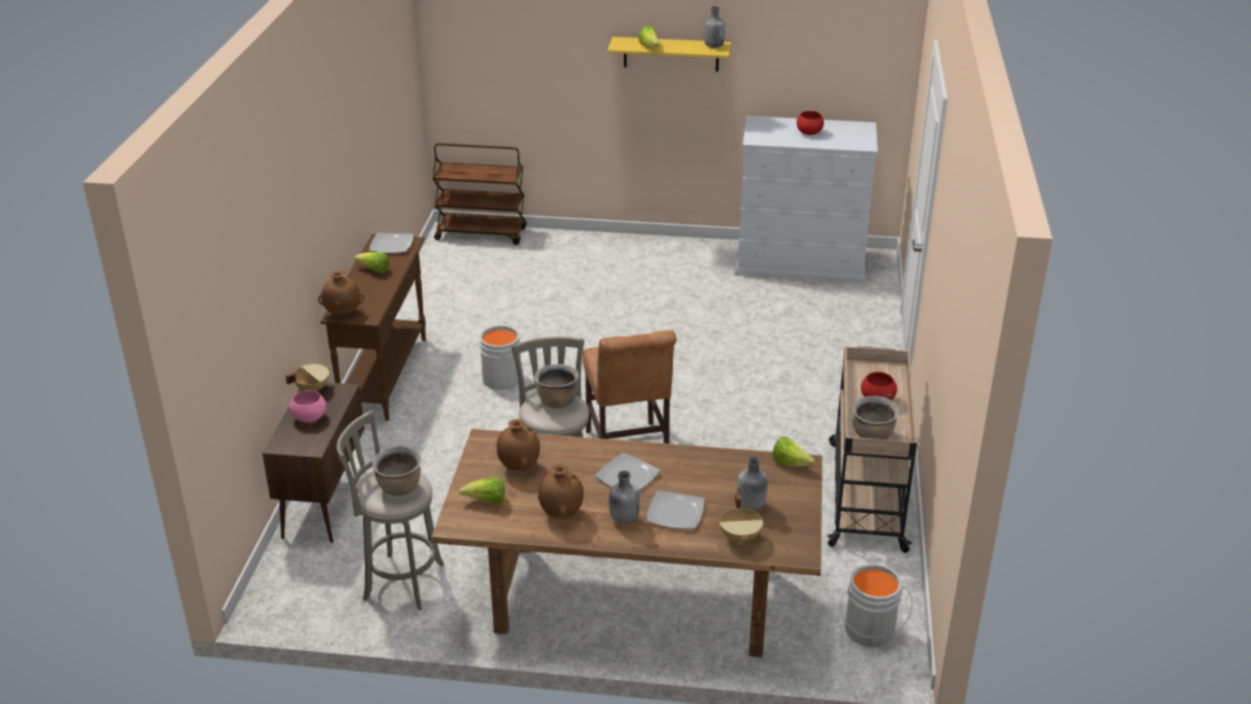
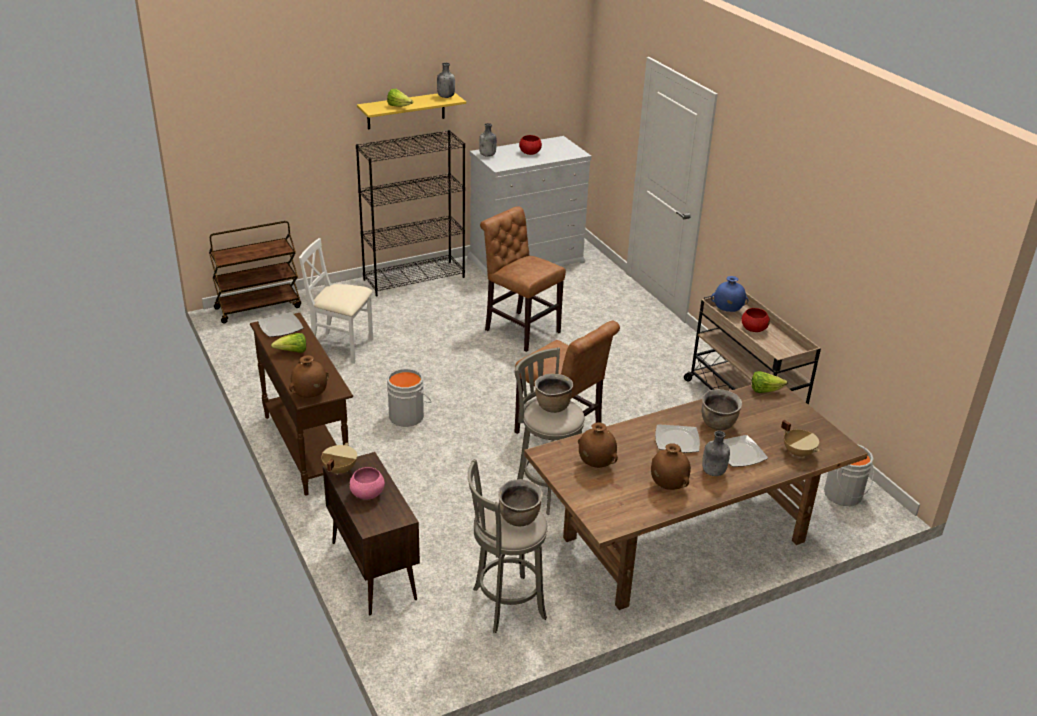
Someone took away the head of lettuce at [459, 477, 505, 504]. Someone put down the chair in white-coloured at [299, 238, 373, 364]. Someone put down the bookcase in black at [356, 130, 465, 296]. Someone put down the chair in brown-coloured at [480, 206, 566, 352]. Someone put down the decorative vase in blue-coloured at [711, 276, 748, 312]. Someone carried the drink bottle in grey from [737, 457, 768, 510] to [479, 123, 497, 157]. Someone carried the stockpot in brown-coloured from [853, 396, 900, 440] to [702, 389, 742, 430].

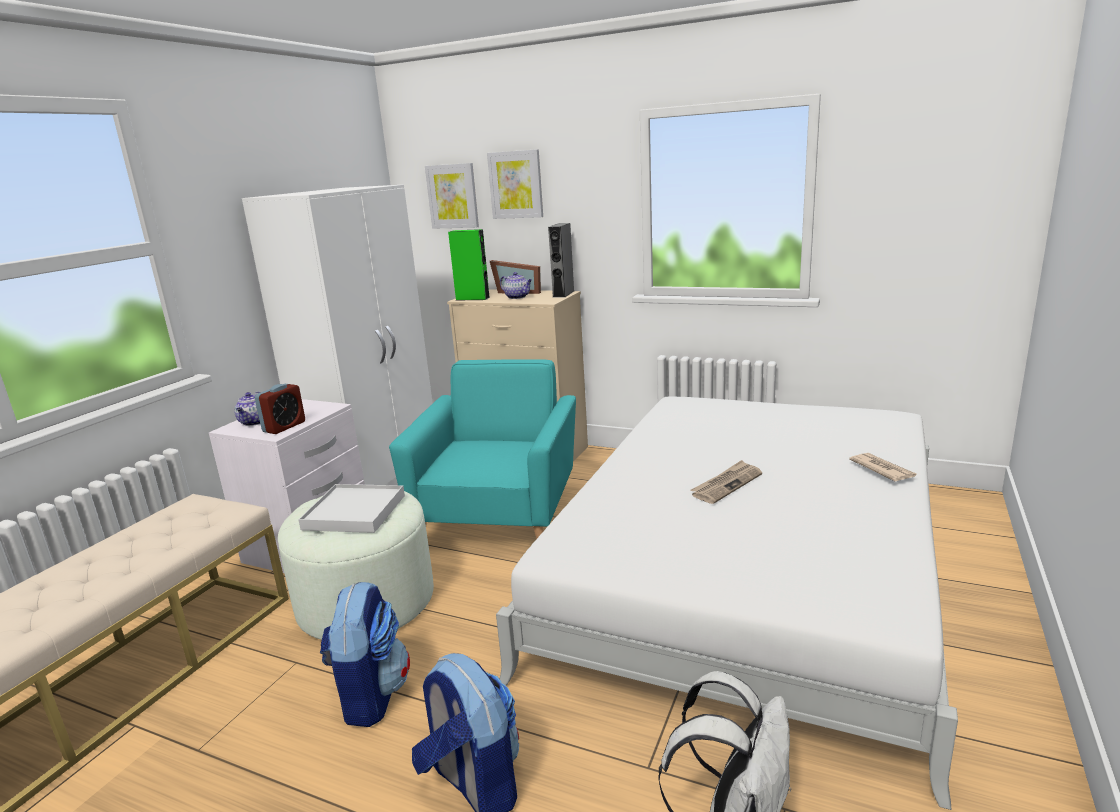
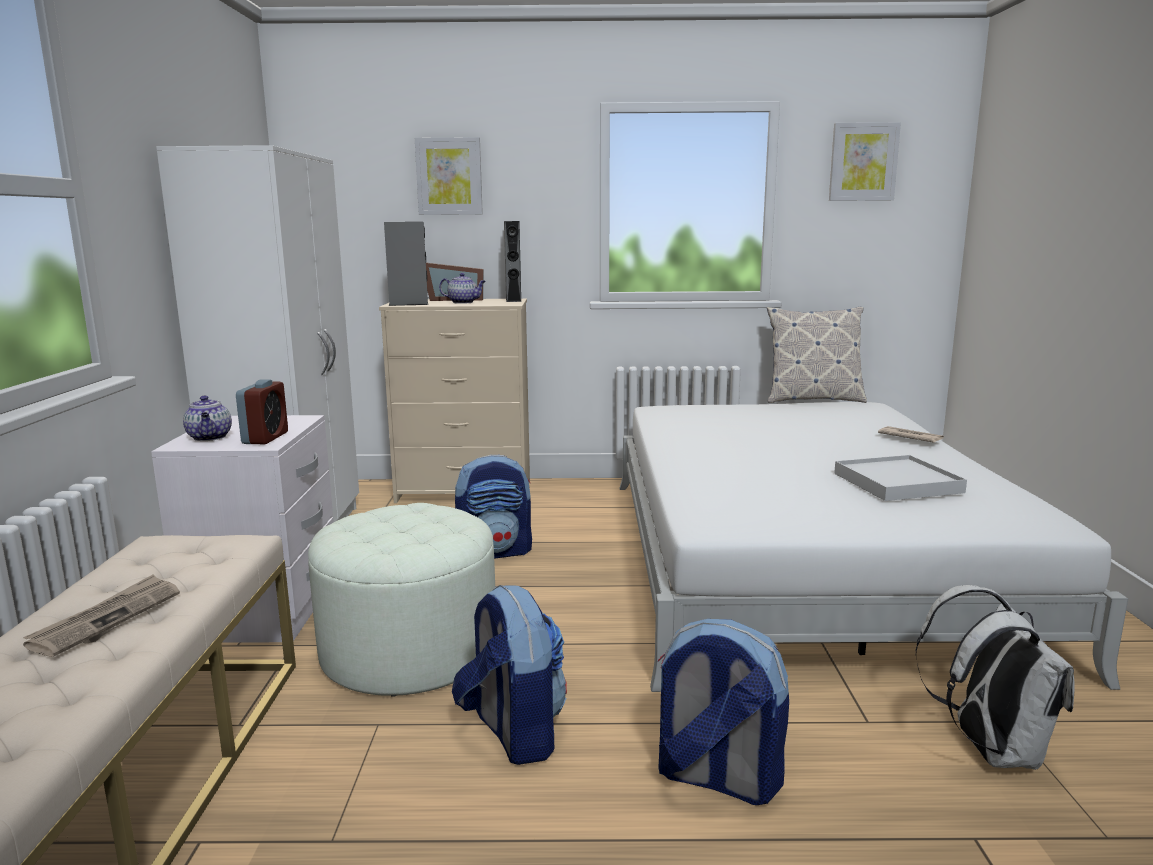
Someone put down the throw pillow at [767, 307, 867, 403]. Someone carried the carrying tray in white-coloured from [298, 484, 405, 533] to [834, 455, 967, 501]. Someone carried the wall art from [425, 163, 479, 229] to [829, 122, 901, 201]. Someone carried the daily paper from [690, 460, 762, 504] to [23, 575, 180, 657]. Someone swapped the lounge chair in turquoise at [389, 359, 576, 539] for the rucksack at [455, 455, 532, 559]. Someone repainted the loudspeaker in greenish at [448, 229, 490, 301], which became the loudspeaker in grey at [384, 222, 428, 306].

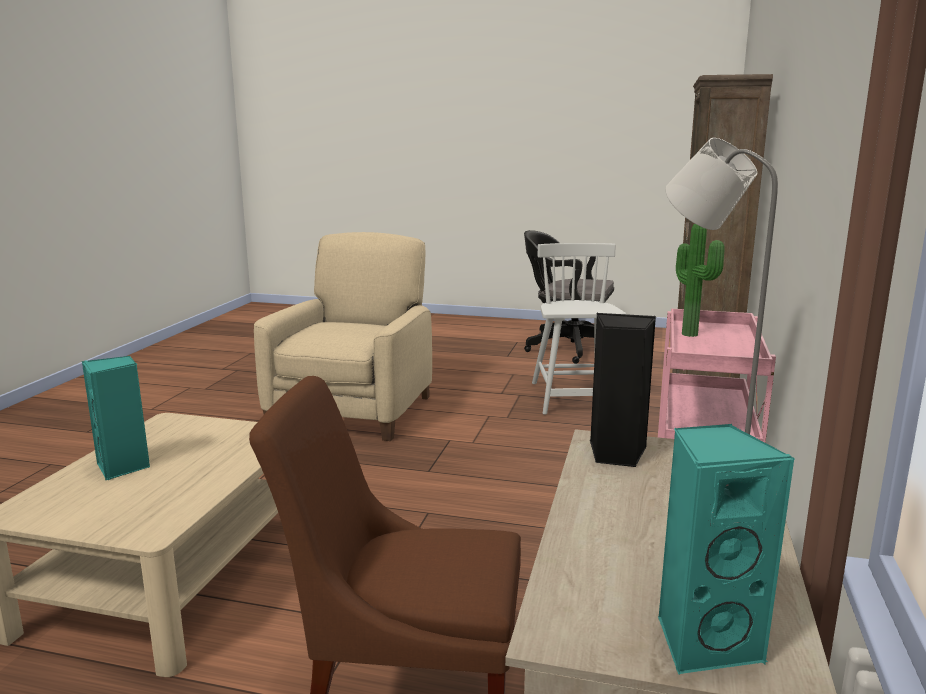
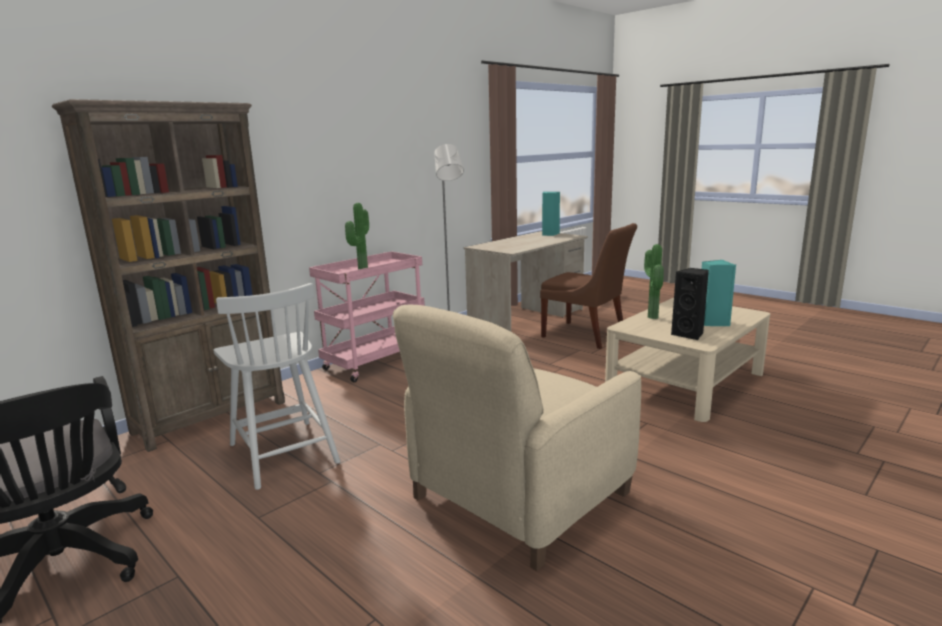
Someone put down the plant in a pot at [644, 244, 664, 319]. Someone carried the loudspeaker in black from [590, 313, 656, 467] to [671, 268, 709, 340]. Someone rotated the chair in white-coloured at [532, 243, 626, 415] by 60 degrees counterclockwise.

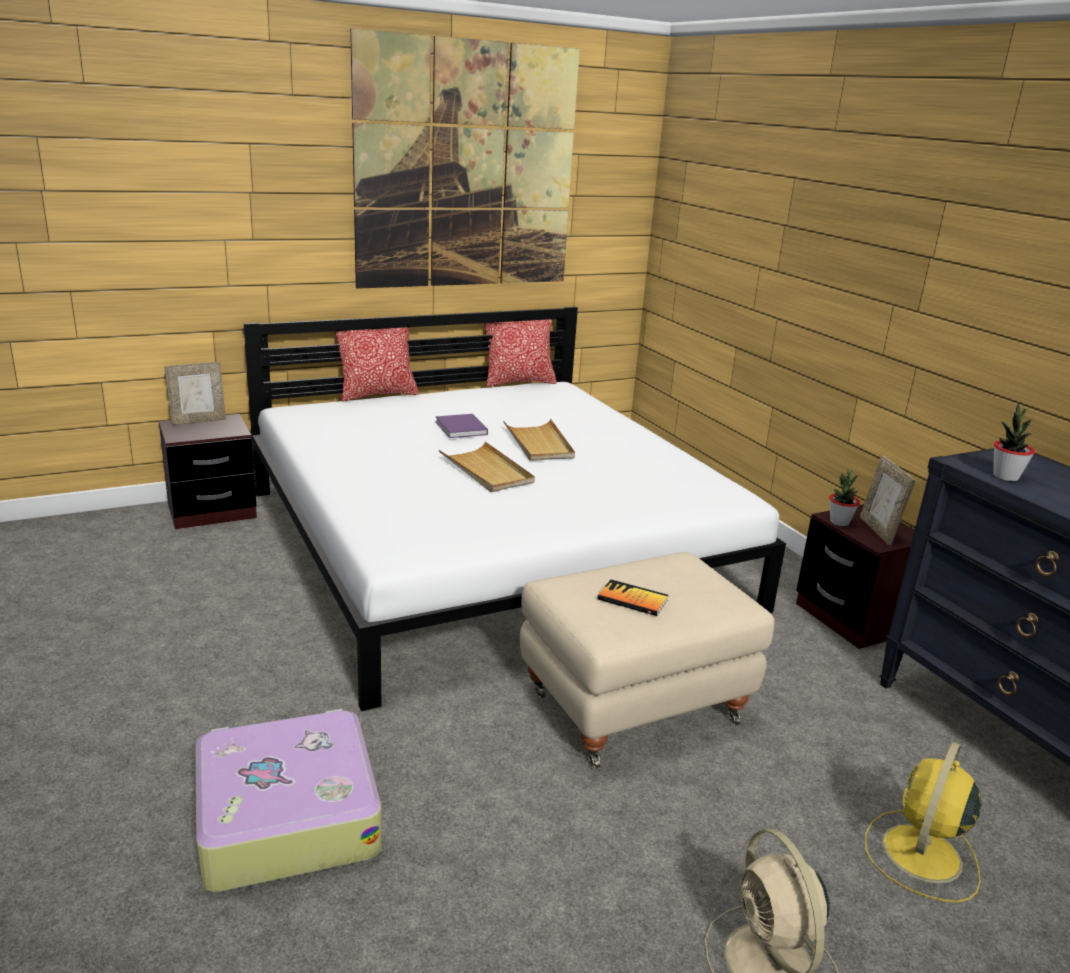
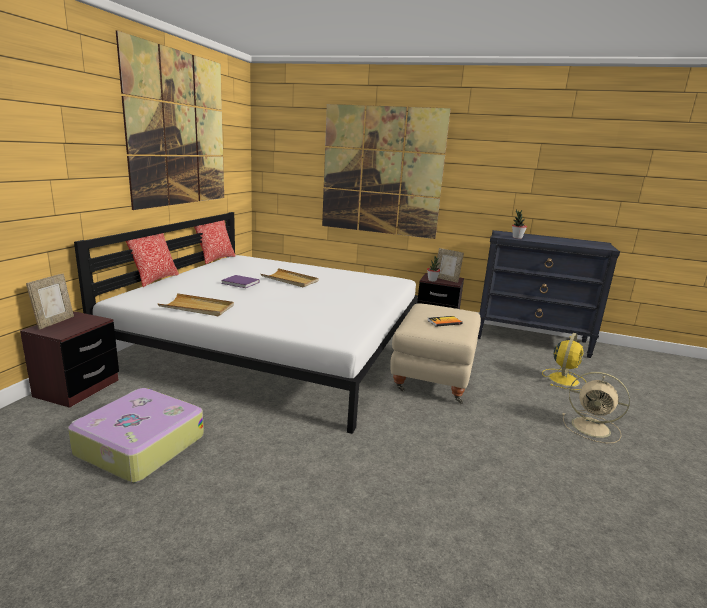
Someone put up the wall art at [322, 104, 451, 239]. Someone carried the suitcase from [195, 709, 382, 892] to [68, 388, 204, 483]. Someone carried the carrying tray in beige from [439, 441, 535, 492] to [158, 293, 234, 316]. Someone rotated the electric fan in yellow at [865, 742, 981, 902] by 135 degrees counterclockwise.

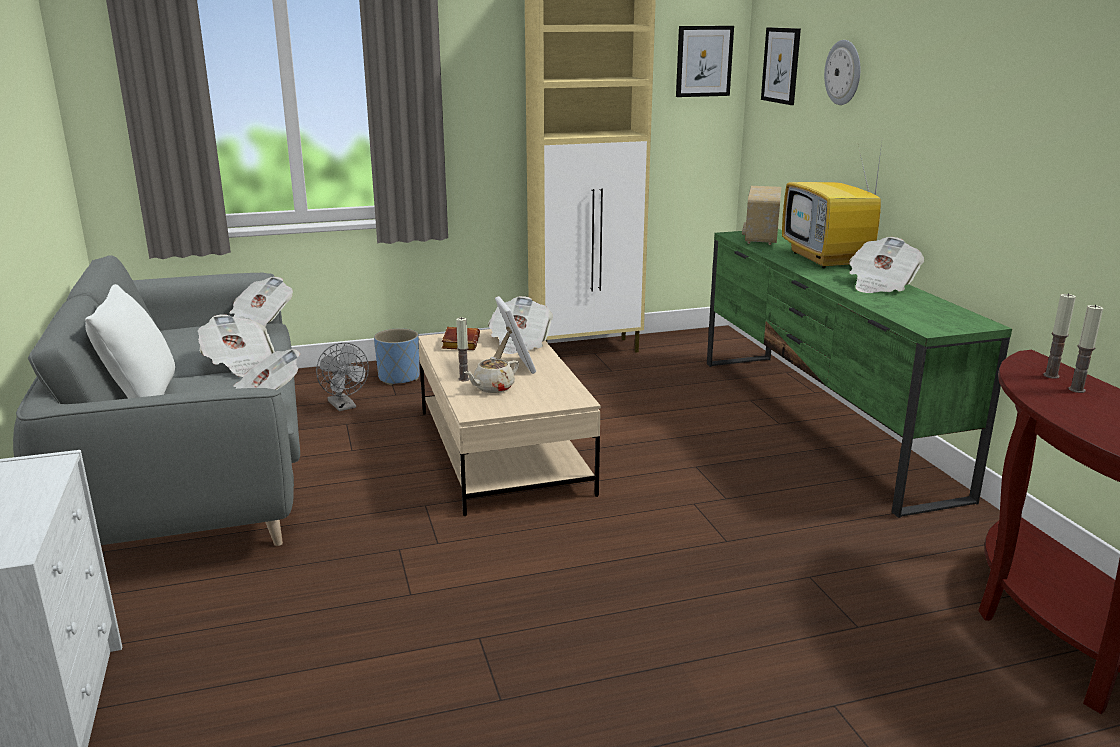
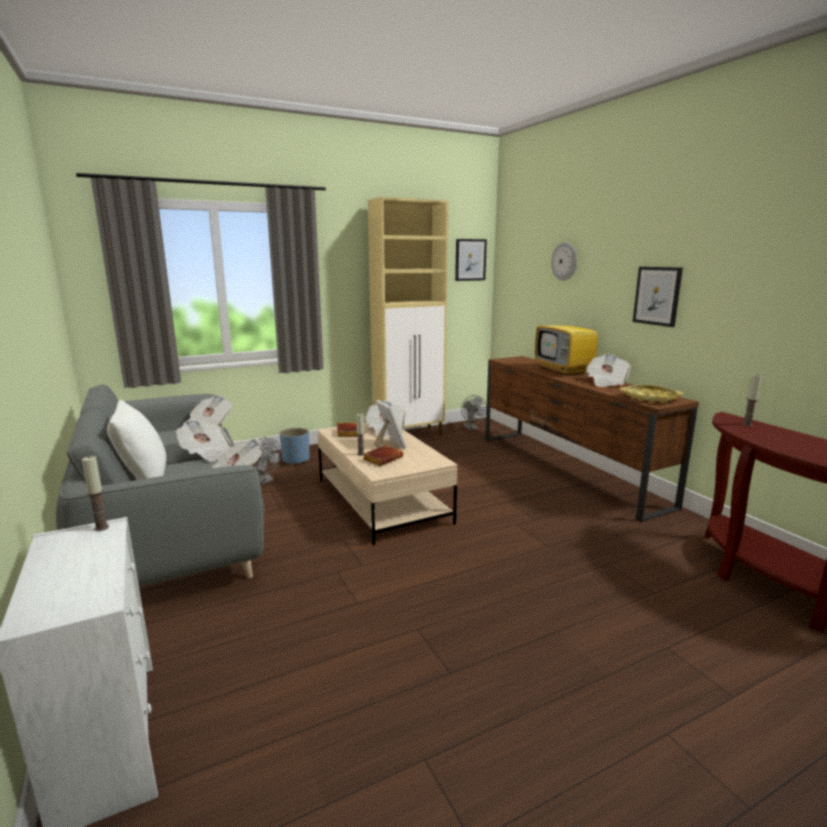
Someone took away the radio at [742, 186, 781, 245]. Someone put down the electric fan in grey at [461, 395, 487, 430]. Someone put down the carrying tray in yellow at [620, 385, 684, 403]. Someone carried the wall art from [761, 27, 801, 105] to [633, 267, 683, 327]. Someone carried the wax candle from [1068, 304, 1103, 393] to [82, 456, 109, 531]. Someone swapped the tea pot in beige at [464, 357, 519, 393] for the volume in brown-coloured at [363, 445, 403, 466]. Someone repainted the tv stand in greenish at [707, 229, 1012, 518], which became the tv stand in brown-coloured at [485, 356, 699, 522].

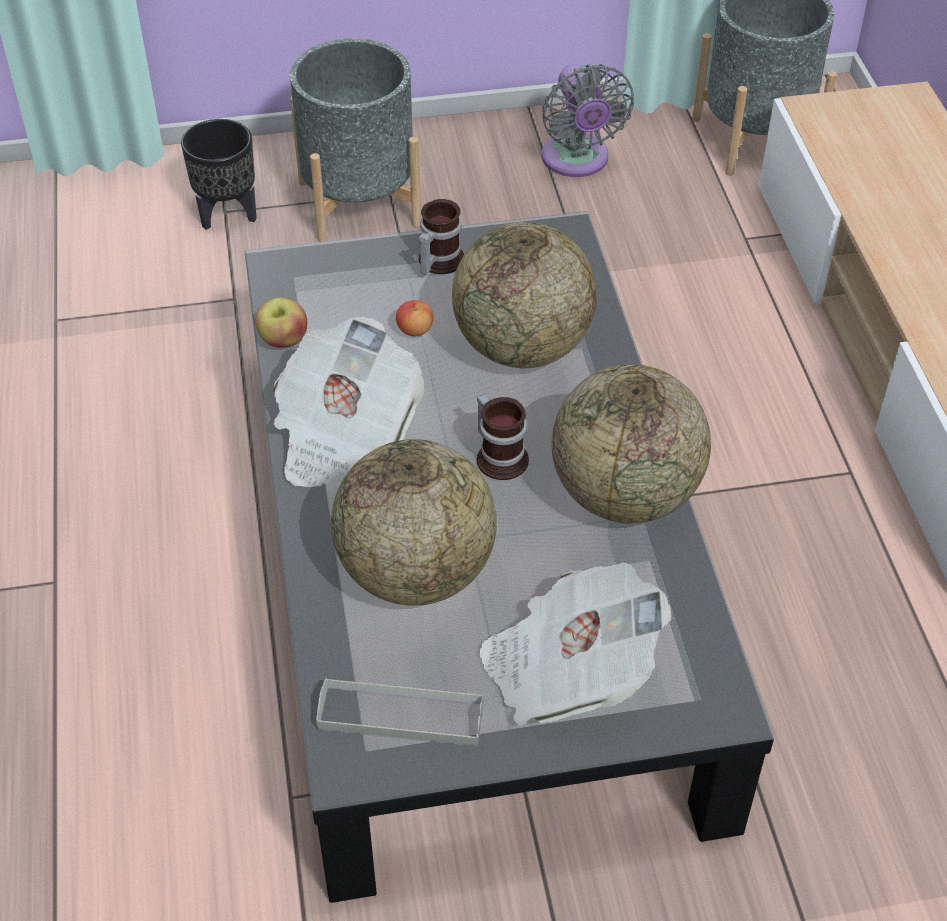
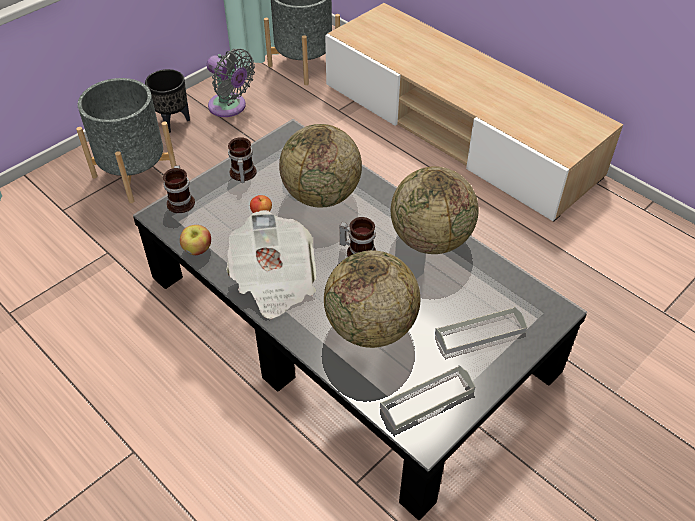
Someone put down the tea mug at [163, 165, 195, 213]. Someone carried the plant pot in black from [181, 119, 257, 230] to [145, 69, 190, 133]. Someone swapped the daily paper at [479, 563, 672, 725] for the carrying tray in grey at [435, 307, 527, 355].

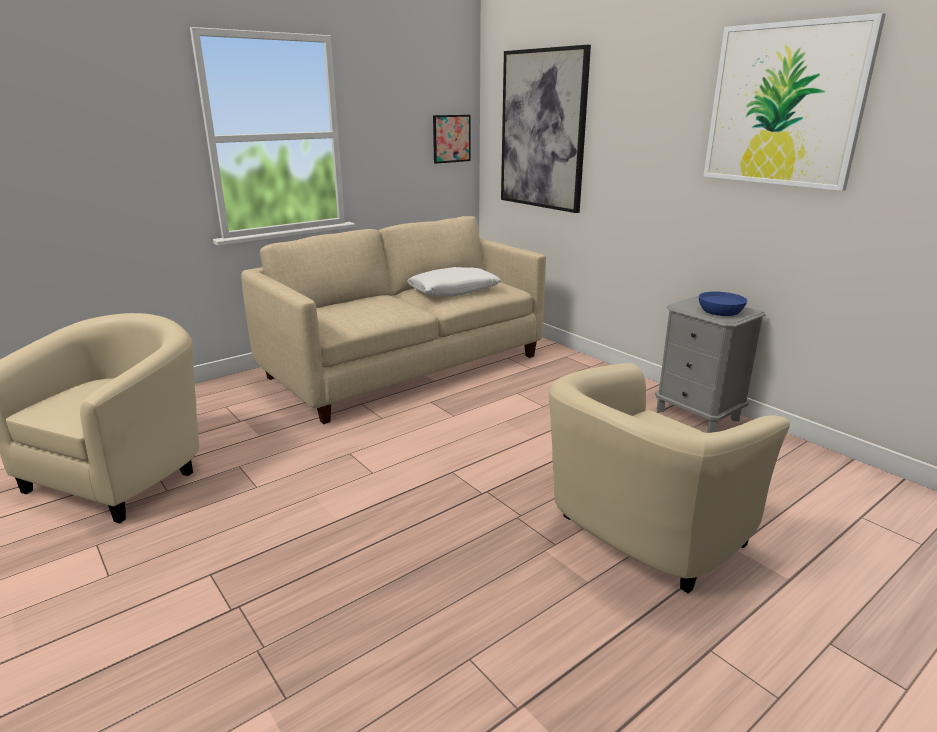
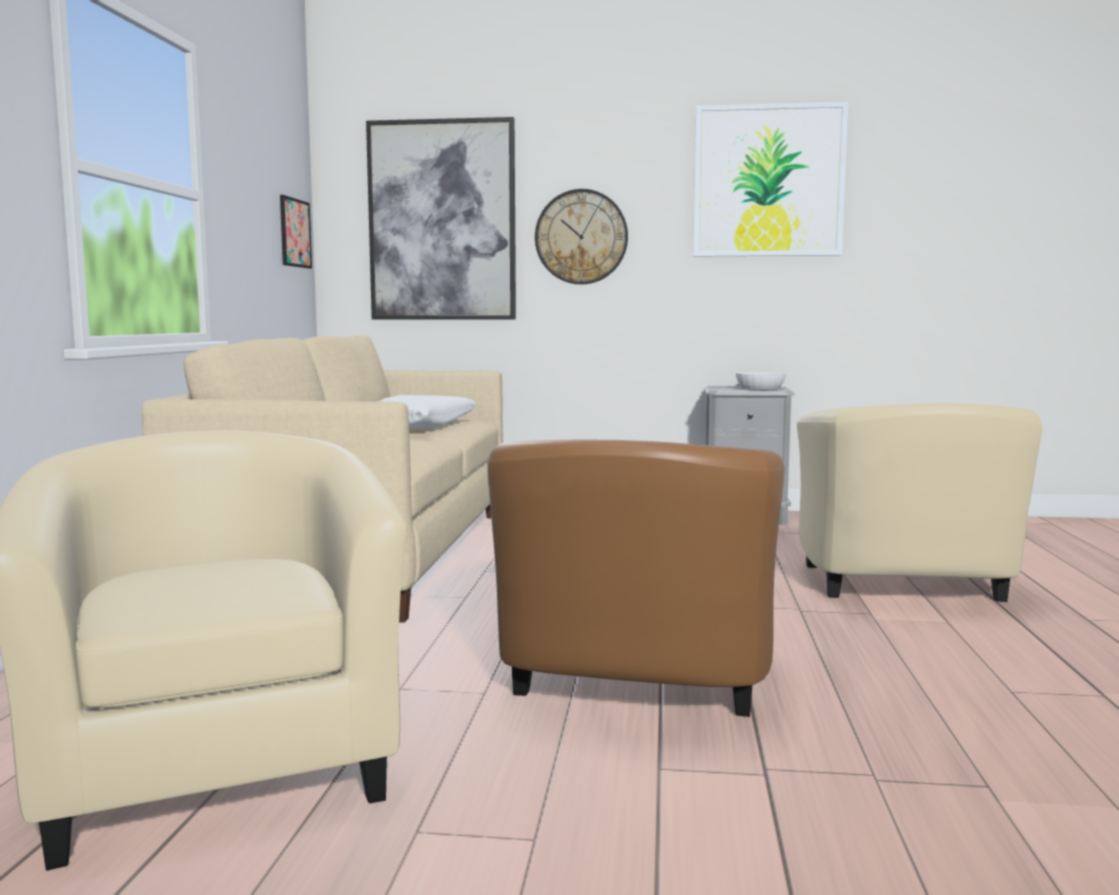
Someone put down the lounge chair in brown-coloured at [487, 439, 785, 717]. Someone put up the clock on the wall at [535, 189, 628, 285]. Someone repainted the deep dish in blue-coloured at [699, 292, 747, 316], which became the deep dish in white-coloured at [736, 372, 786, 390].

